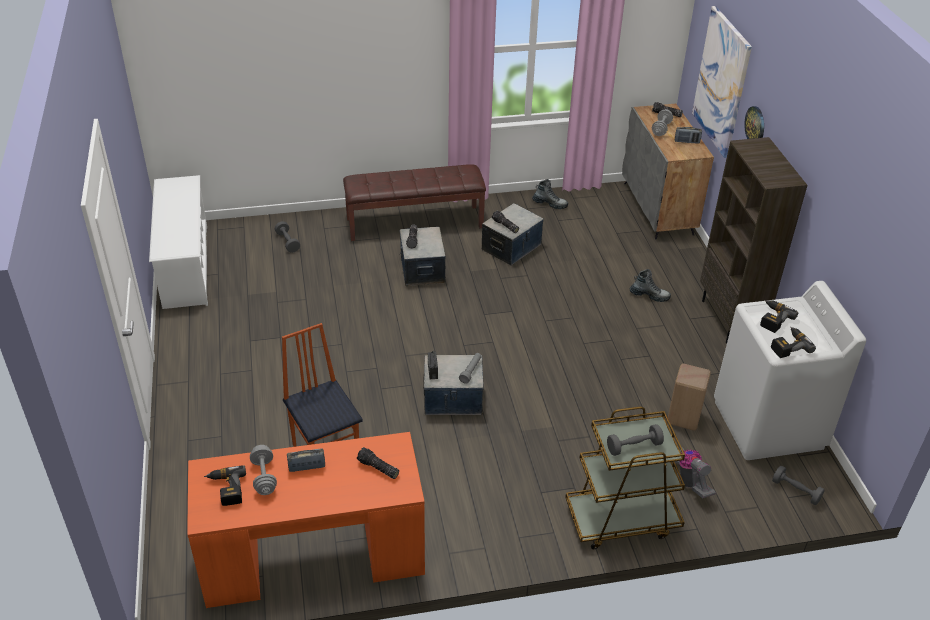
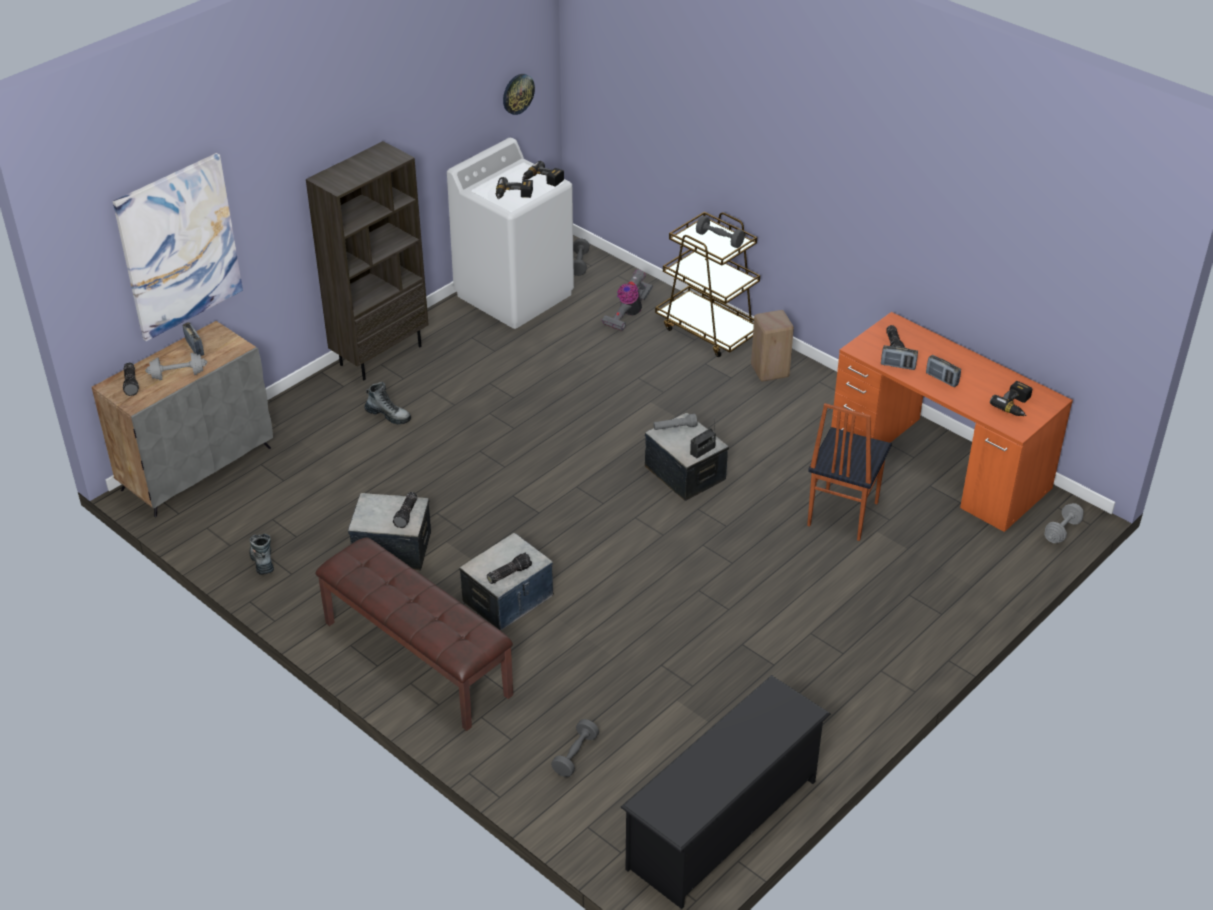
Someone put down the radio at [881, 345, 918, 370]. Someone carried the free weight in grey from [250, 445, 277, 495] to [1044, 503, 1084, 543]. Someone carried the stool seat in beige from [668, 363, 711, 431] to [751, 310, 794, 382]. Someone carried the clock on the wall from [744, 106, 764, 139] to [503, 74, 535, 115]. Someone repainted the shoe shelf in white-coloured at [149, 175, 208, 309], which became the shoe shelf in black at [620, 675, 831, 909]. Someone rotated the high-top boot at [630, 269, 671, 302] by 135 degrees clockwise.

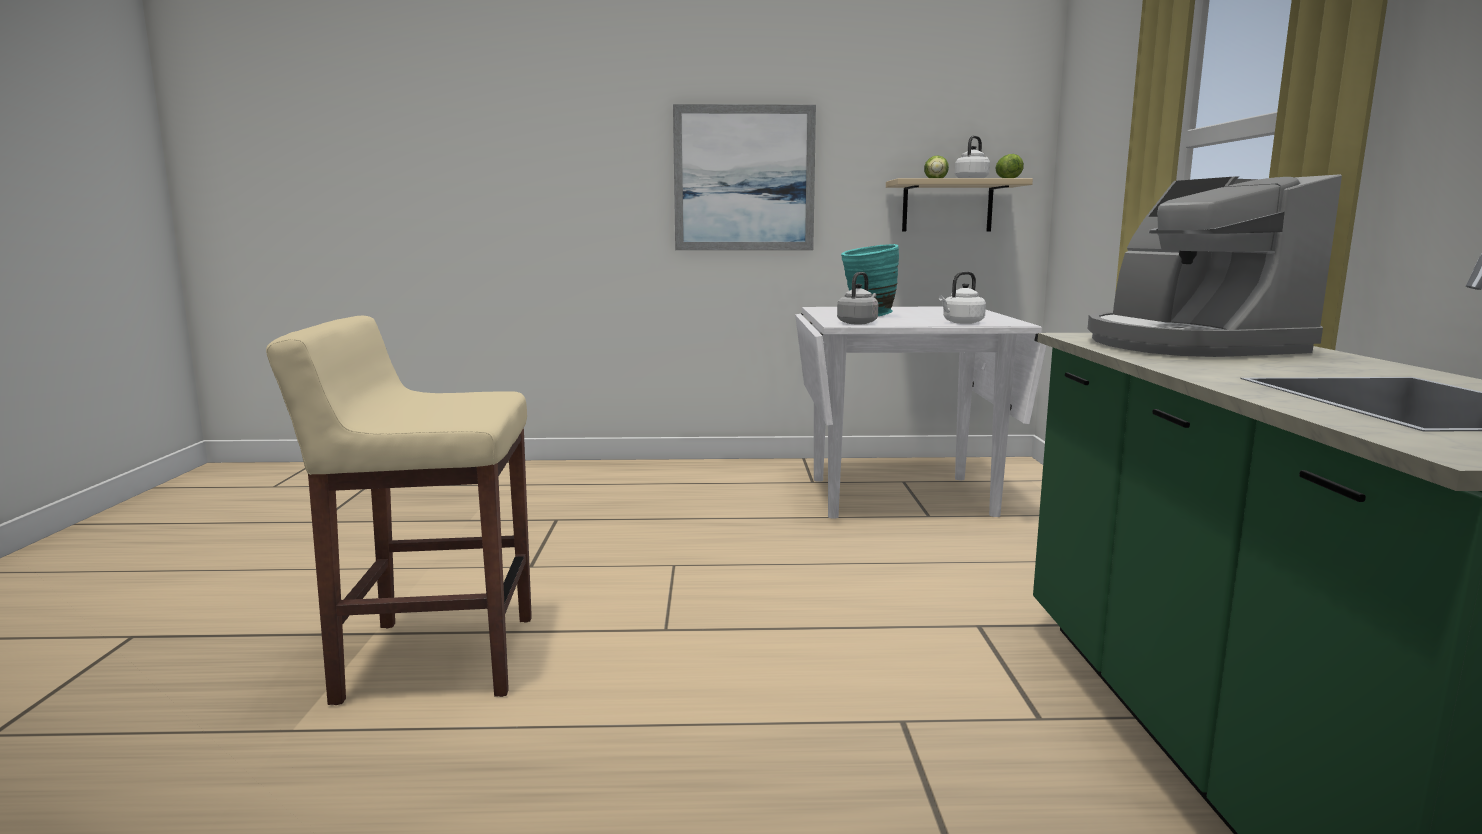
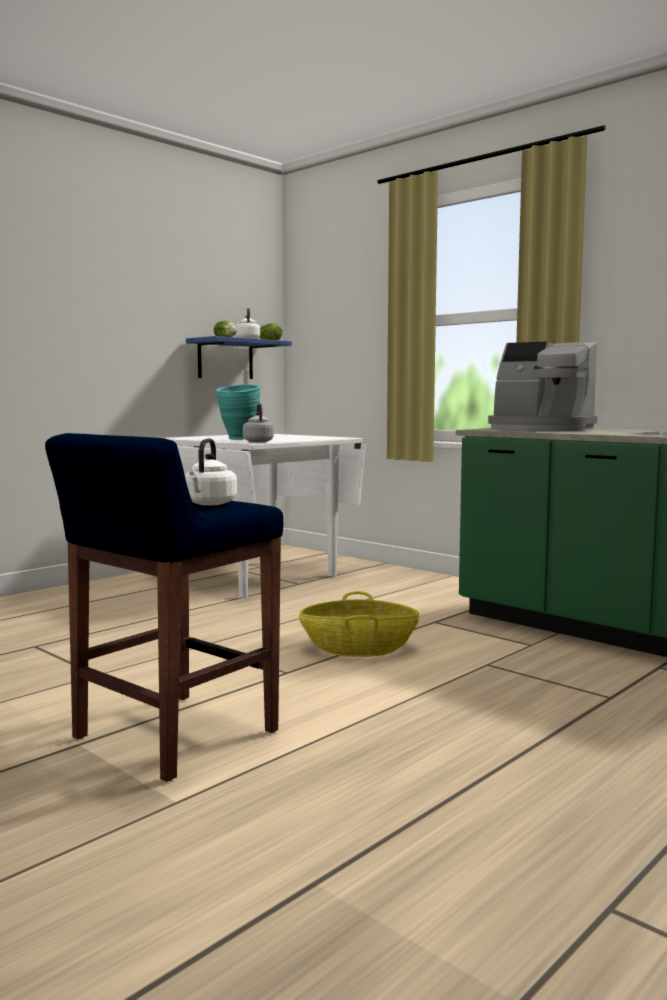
Someone took away the wall art at [673, 104, 816, 250]. Someone put down the basket at [299, 591, 419, 657]. Someone carried the kettle in white-coloured from [939, 271, 986, 324] to [185, 438, 237, 506]. Someone repainted the stool seat in beige at [266, 316, 532, 705], which became the stool seat in blue-coloured at [45, 433, 283, 782]. Someone repainted the wall shelf in beige at [886, 178, 1033, 231], which became the wall shelf in blue-coloured at [186, 336, 292, 379].

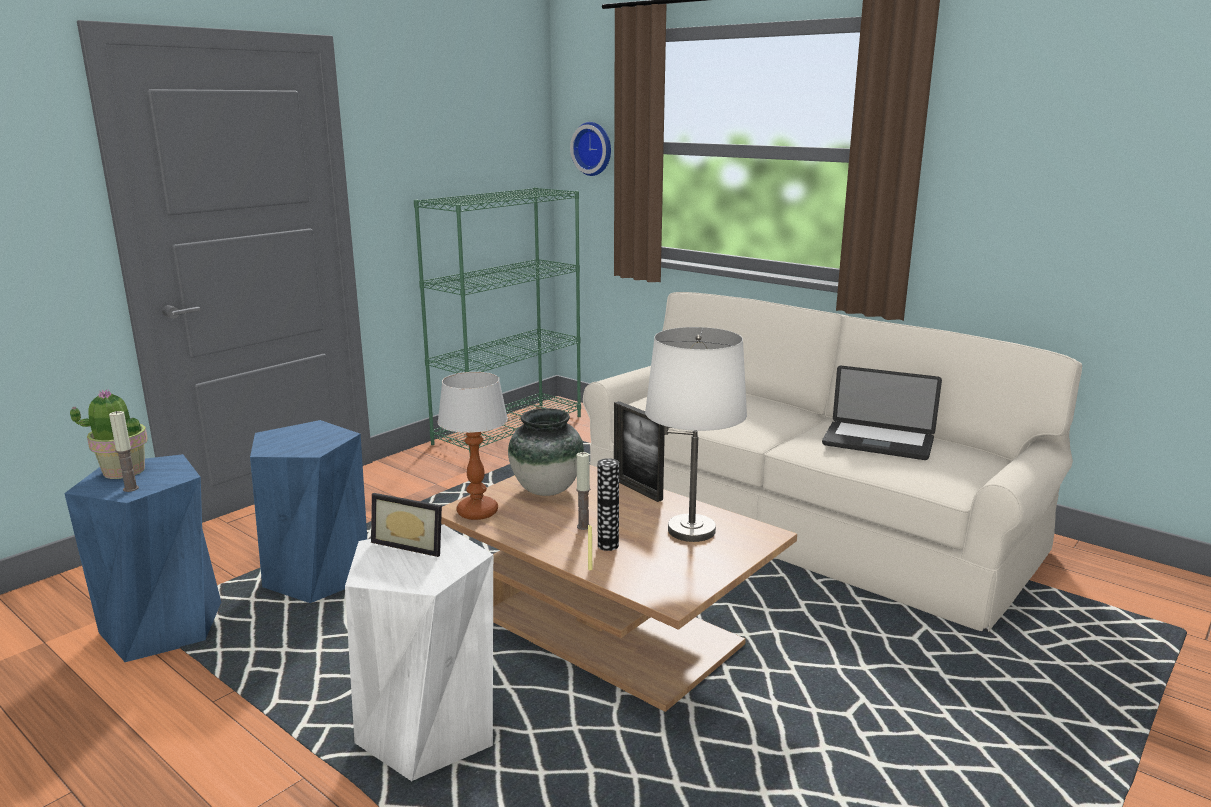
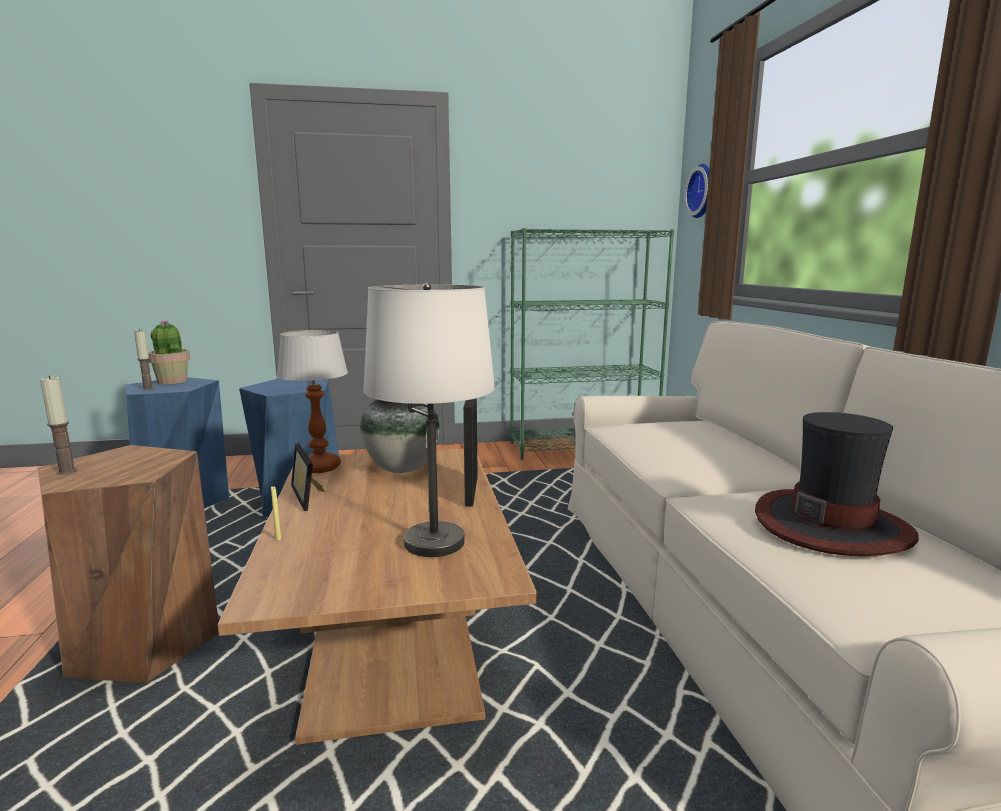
Someone took away the decorative vase at [597, 458, 619, 551]. Someone carried the photo frame from [371, 493, 442, 557] to [291, 443, 325, 511]. Someone carried the wax candle from [576, 452, 590, 530] to [40, 375, 77, 475]. Someone swapped the notebook computer at [822, 366, 942, 460] for the hat at [755, 412, 919, 556]. Someone repainted the stool seat in white-coloured at [345, 525, 493, 781], which became the stool seat in brown-coloured at [38, 445, 219, 683].

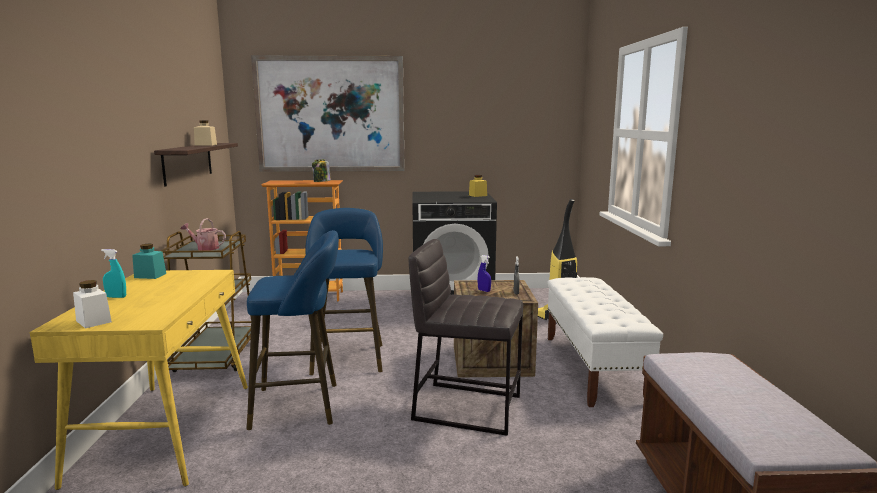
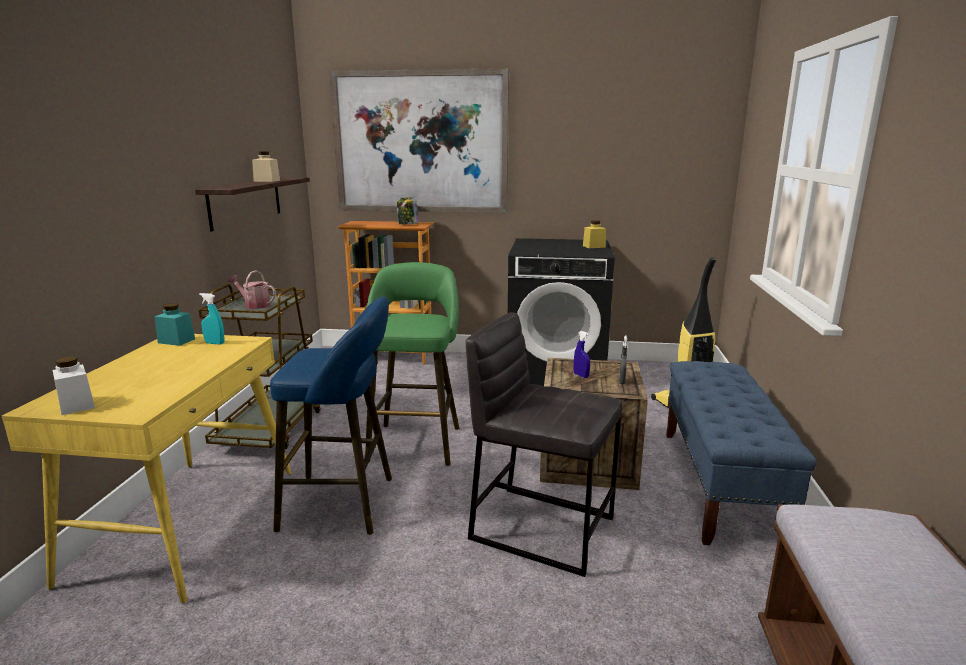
Someone carried the hand sprayer in turquoise from [101, 249, 126, 298] to [199, 293, 224, 345]. Someone repainted the stool seat in blue-coloured at [306, 208, 383, 375], which became the stool seat in greenish at [365, 262, 459, 466]. Someone repainted the long seat in white-coloured at [547, 277, 663, 407], which became the long seat in blue-coloured at [666, 361, 817, 545].

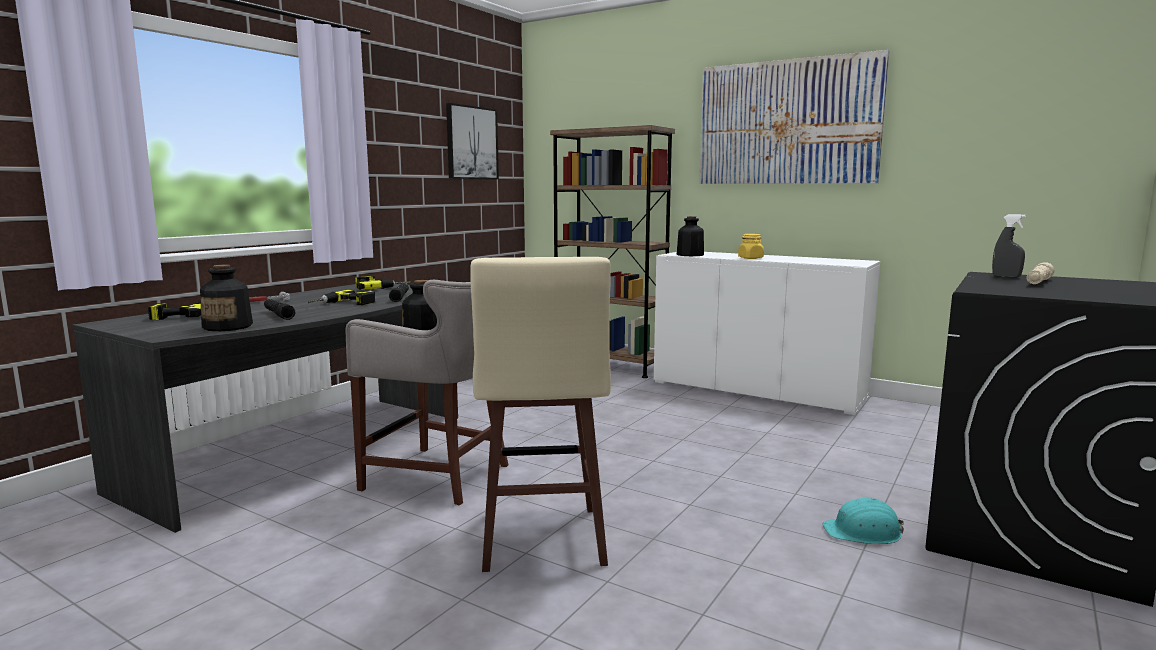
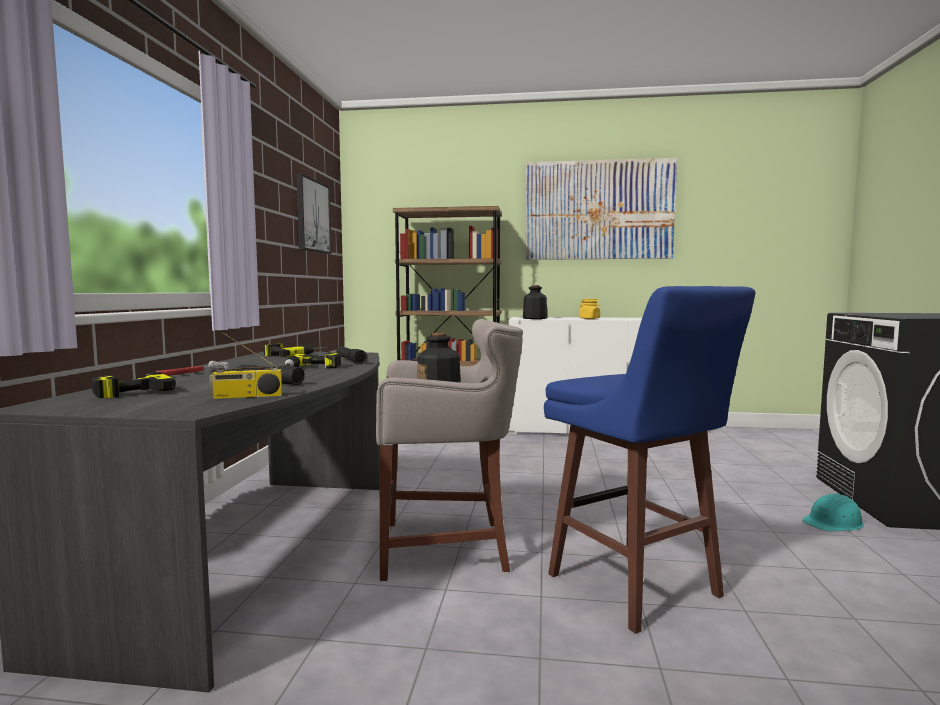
Someone took away the hand sprayer in grey at [992, 214, 1026, 278]. Someone took away the flashlight in beige at [1027, 262, 1055, 284]. Someone swapped the drink bottle at [200, 265, 253, 331] for the radio at [209, 332, 282, 399]. Someone repainted the stool seat in beige at [470, 257, 611, 572], which became the stool seat in blue-coloured at [544, 286, 755, 634].

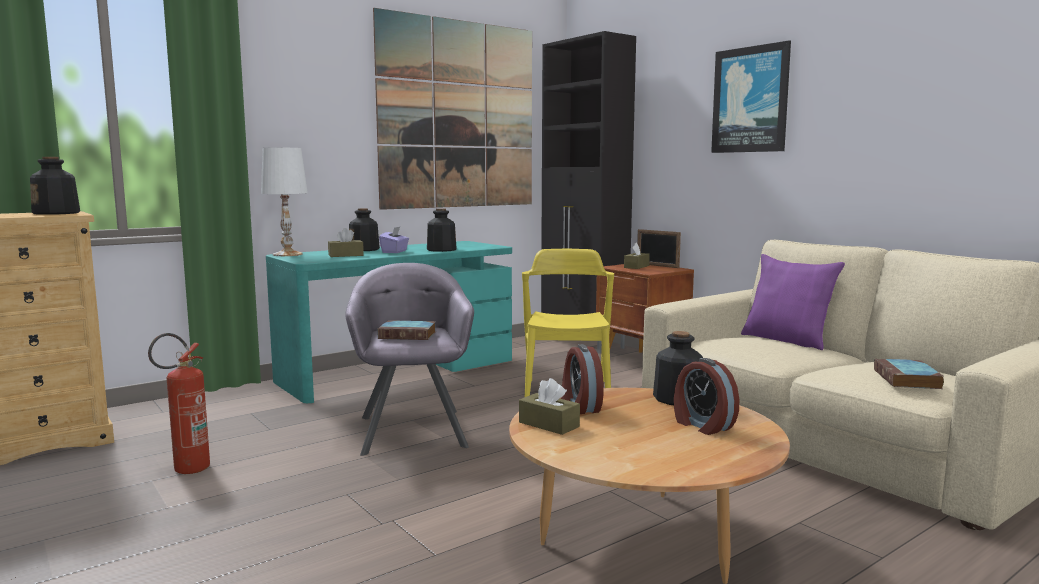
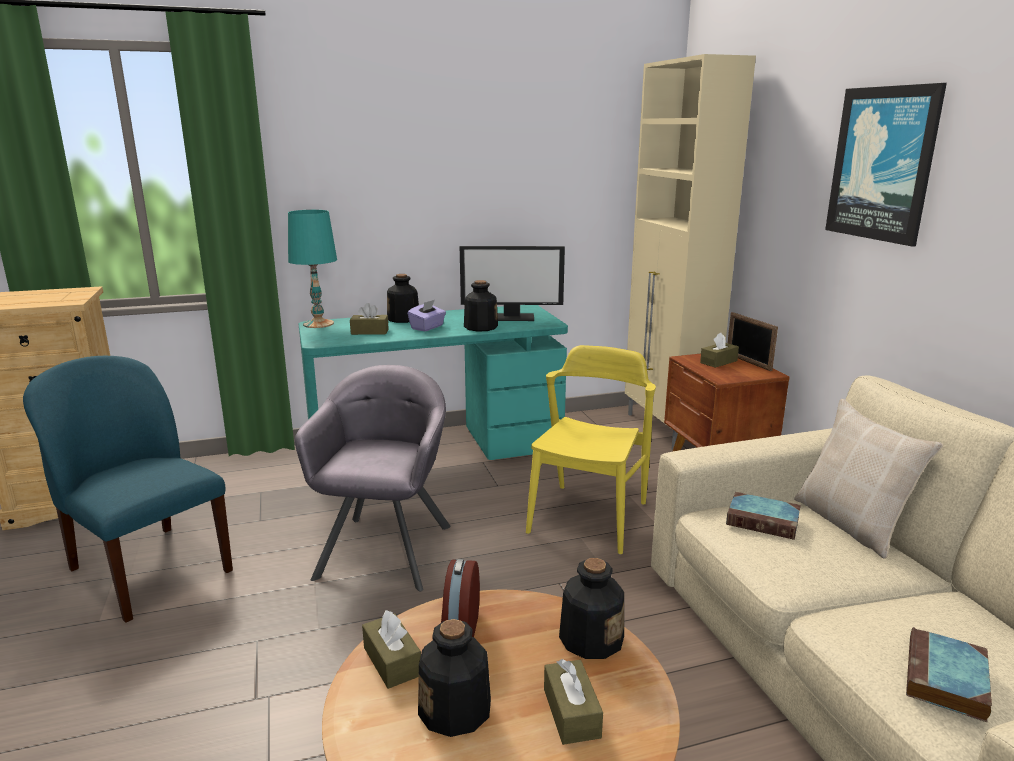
Someone took away the wall art at [373, 8, 532, 210]. Someone put down the computer display at [460, 246, 565, 321]. Someone carried the drink bottle from [30, 157, 80, 215] to [418, 619, 491, 737]. Someone carried the volume from [377, 320, 436, 340] to [726, 492, 801, 540]. Someone swapped the fire extinguisher at [148, 333, 210, 474] for the chair in blue-coloured at [23, 356, 233, 623]. Someone swapped the bedside clock at [674, 358, 739, 435] for the tissue holder in brown-coloured at [544, 659, 603, 745]. Someone repainted the tabletop lamp in white-coloured at [261, 147, 308, 256], which became the tabletop lamp in turquoise at [288, 210, 337, 328]. Someone repainted the storage cabinet in black at [541, 31, 636, 354], which became the storage cabinet in beige at [625, 54, 756, 450]. Someone repainted the throw pillow in purple at [741, 254, 845, 350], which became the throw pillow in beige at [794, 399, 943, 559].

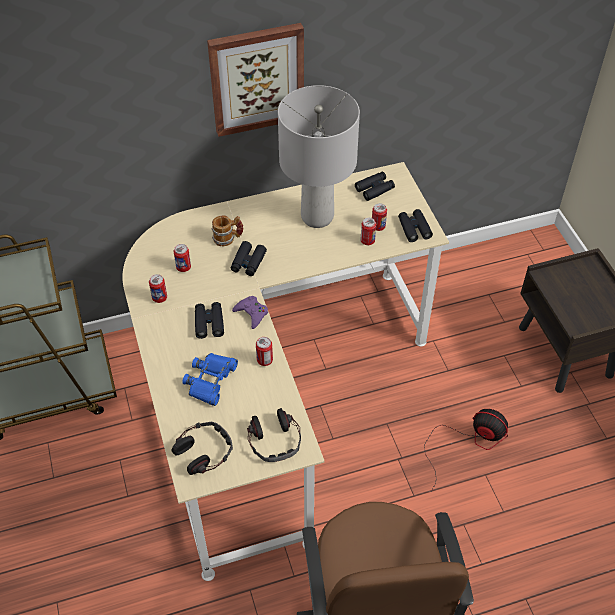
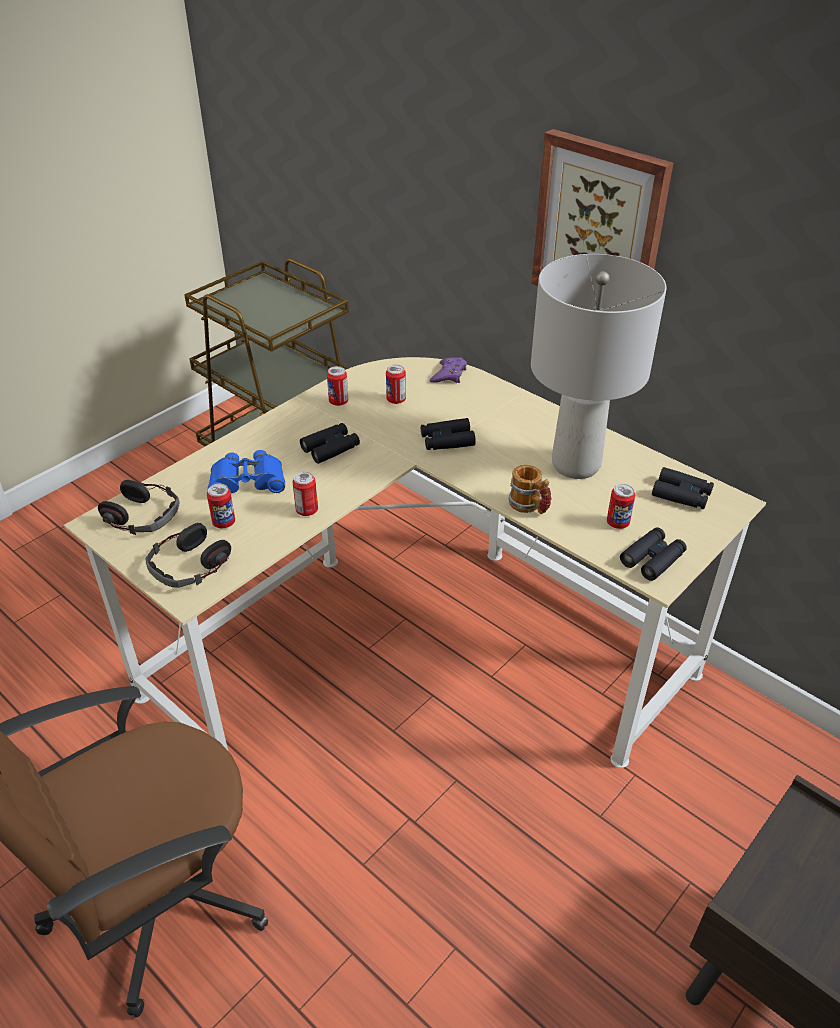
Someone took away the electric fan at [424, 409, 508, 490]. Someone carried the tea mug from [212, 215, 243, 246] to [508, 464, 552, 514]. Someone carried the gamepad in purple from [232, 296, 268, 329] to [429, 357, 467, 383]. Someone carried the can from [361, 218, 376, 245] to [207, 484, 235, 528].

